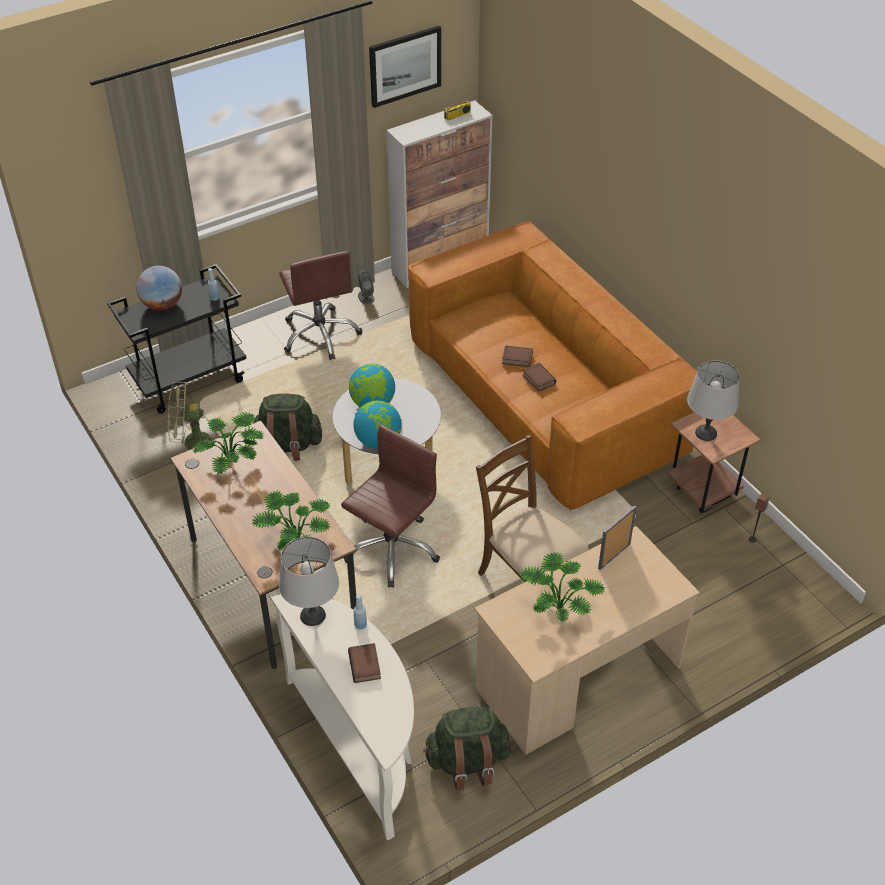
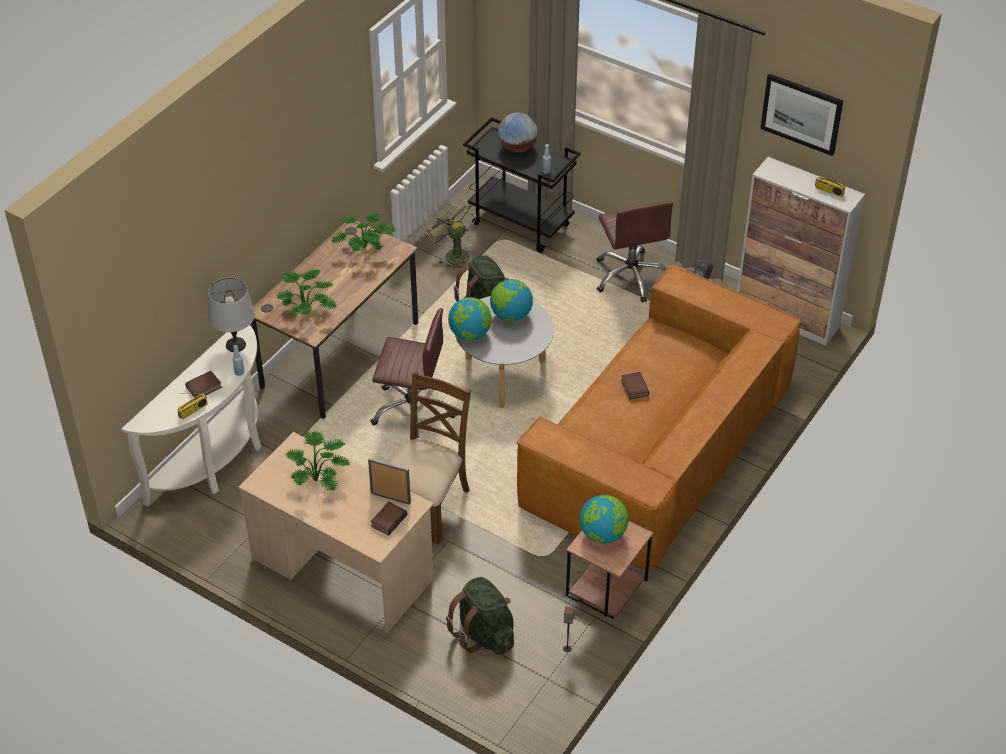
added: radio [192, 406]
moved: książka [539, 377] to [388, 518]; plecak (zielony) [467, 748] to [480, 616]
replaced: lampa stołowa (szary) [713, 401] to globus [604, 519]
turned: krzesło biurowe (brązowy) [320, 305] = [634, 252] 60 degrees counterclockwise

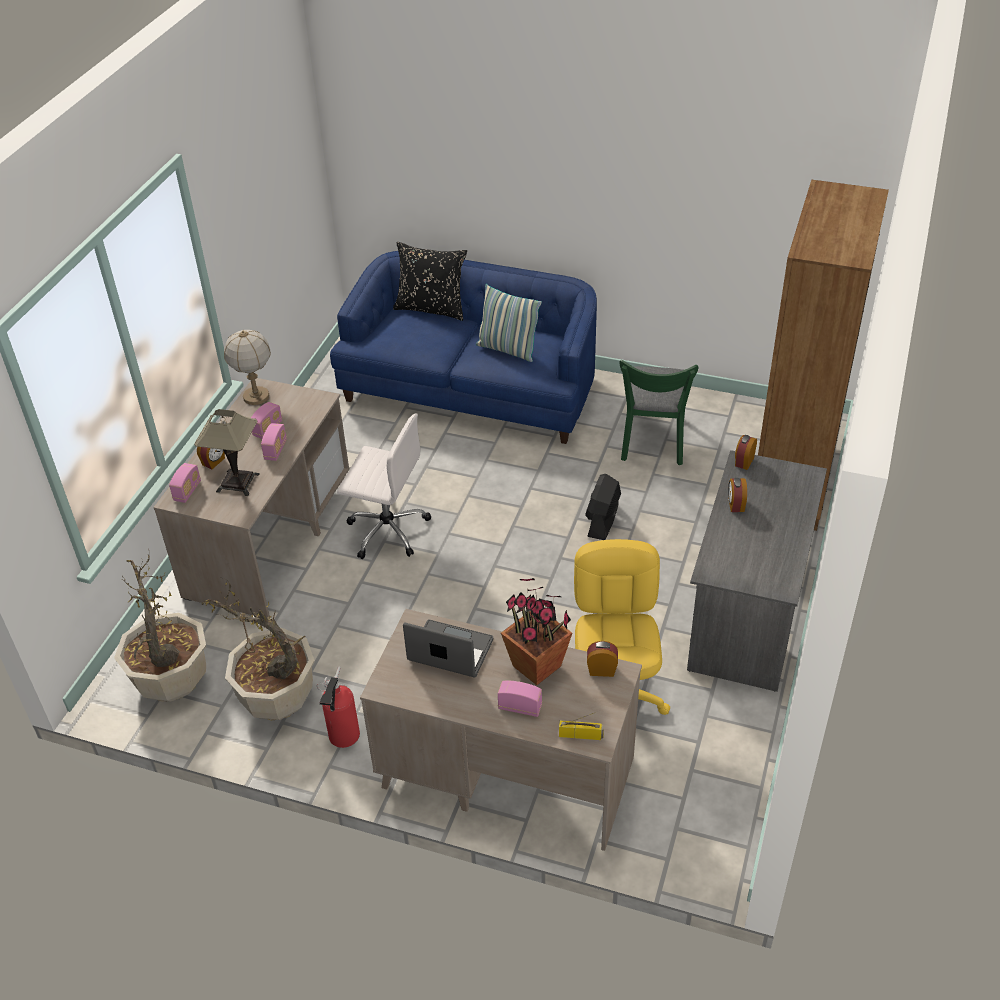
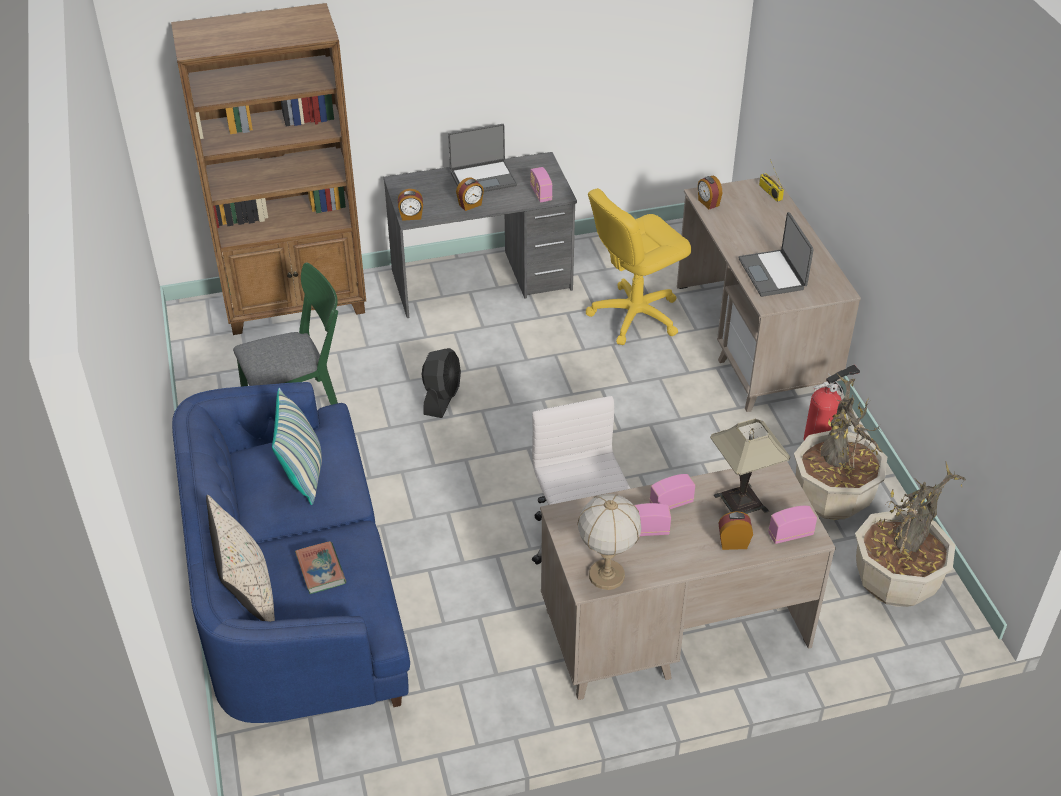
removed: roślina doniczkowa [536, 631]
added: książka [320, 567]; laptop [482, 158]
moved: radio [520, 699] to [541, 184]
recoloured: poduszka (czarny) [430, 281] to poduszka (beżowy) [240, 558]
turned: wentylator (czarny) [603, 507] = [441, 383] 60 degrees counterclockwise

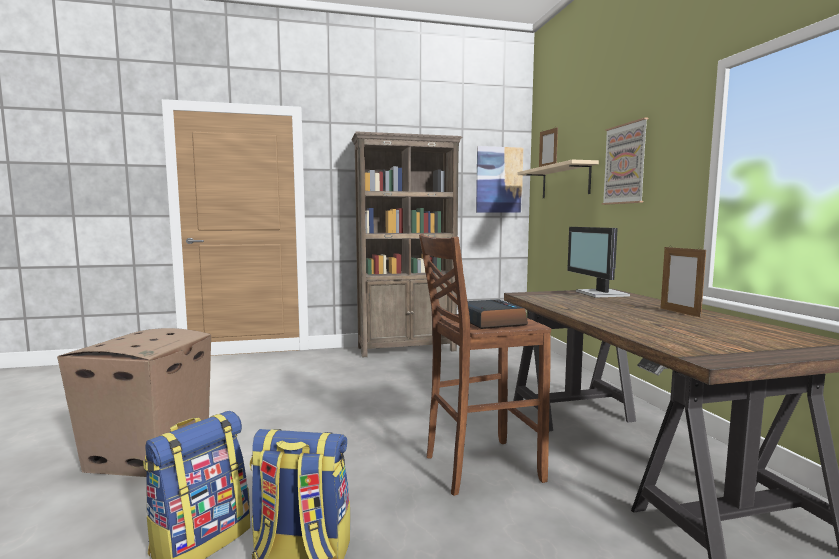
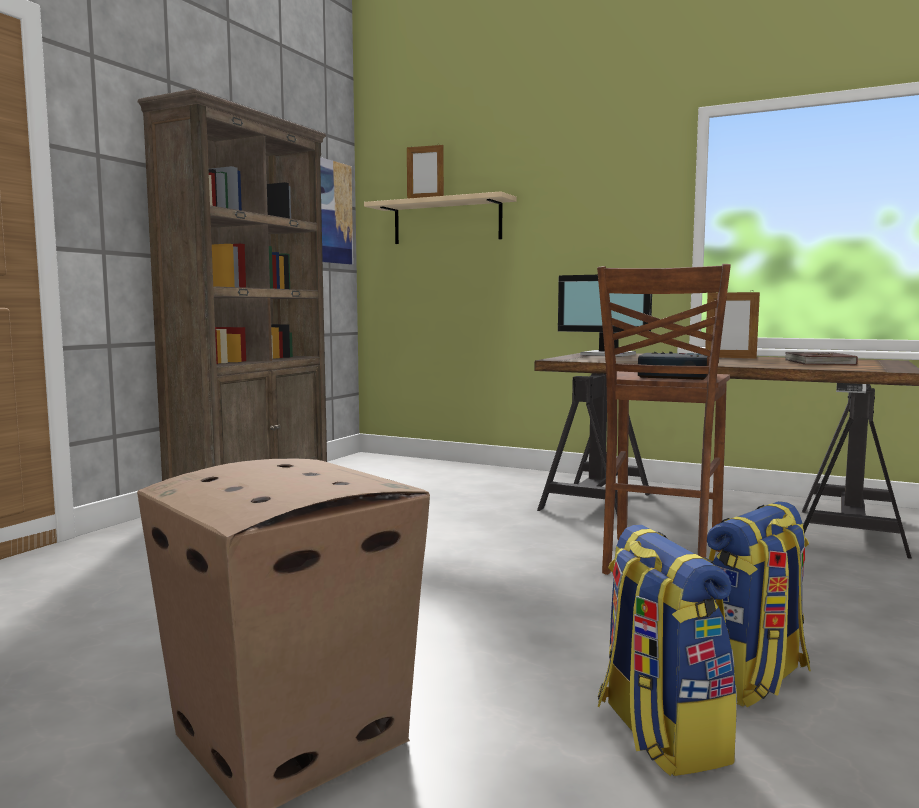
removed: obraz [625, 161]
added: książka (brązowy) [821, 358]

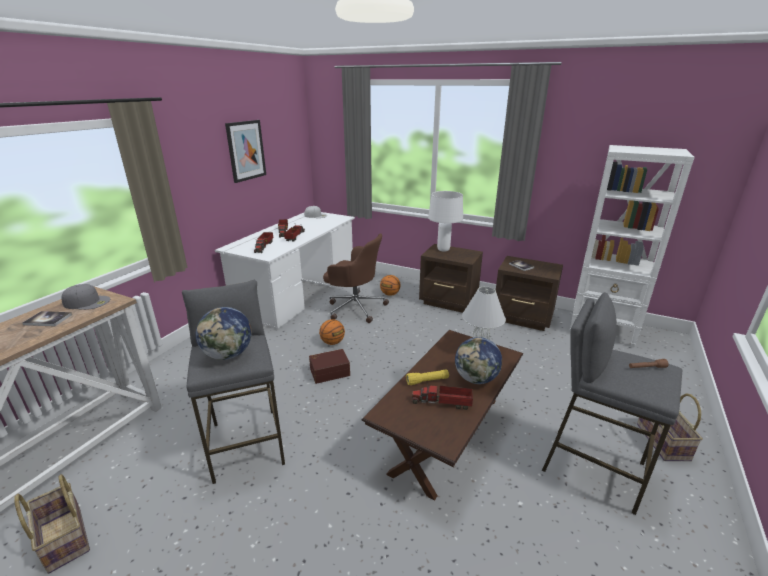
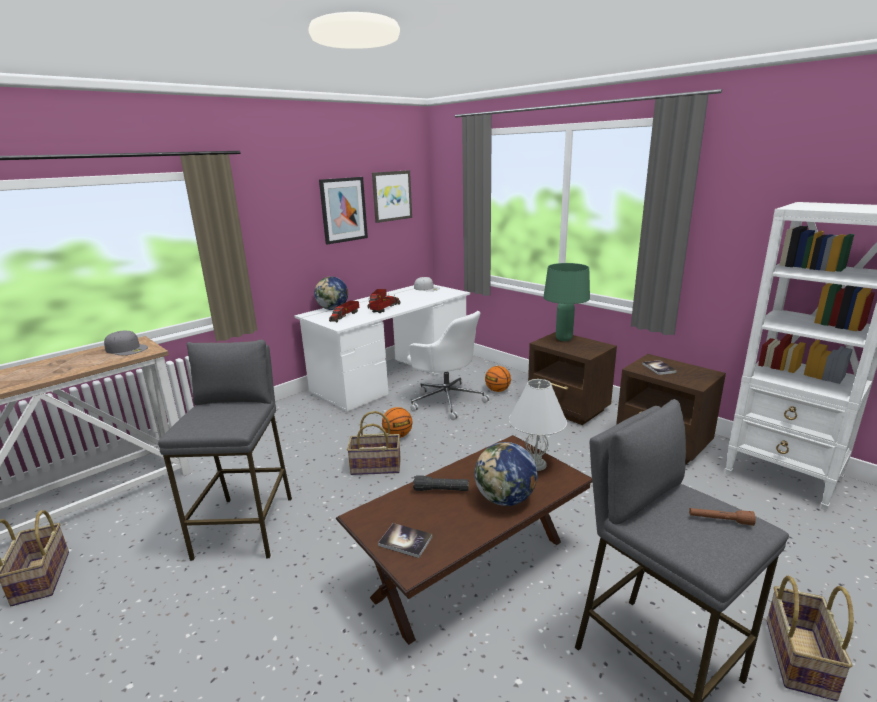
removed: ciężarówka zabawkowa [442, 396]
added: obraz [392, 196]
moved: globus [224, 333] to [331, 293]; książka [47, 319] to [405, 540]
replaced: pojemnik do przechowywania (brązowy) [329, 366] to koszyk [374, 443]
recoloured: krzesło biurowe (brązowy) [356, 278] to krzesło biurowe (biały) [448, 365]; latarka (żółty) [427, 377] to latarka (czarny) [441, 483]; lampa stołowa (biały) [445, 221] to lampa stołowa (zielony) [566, 302]

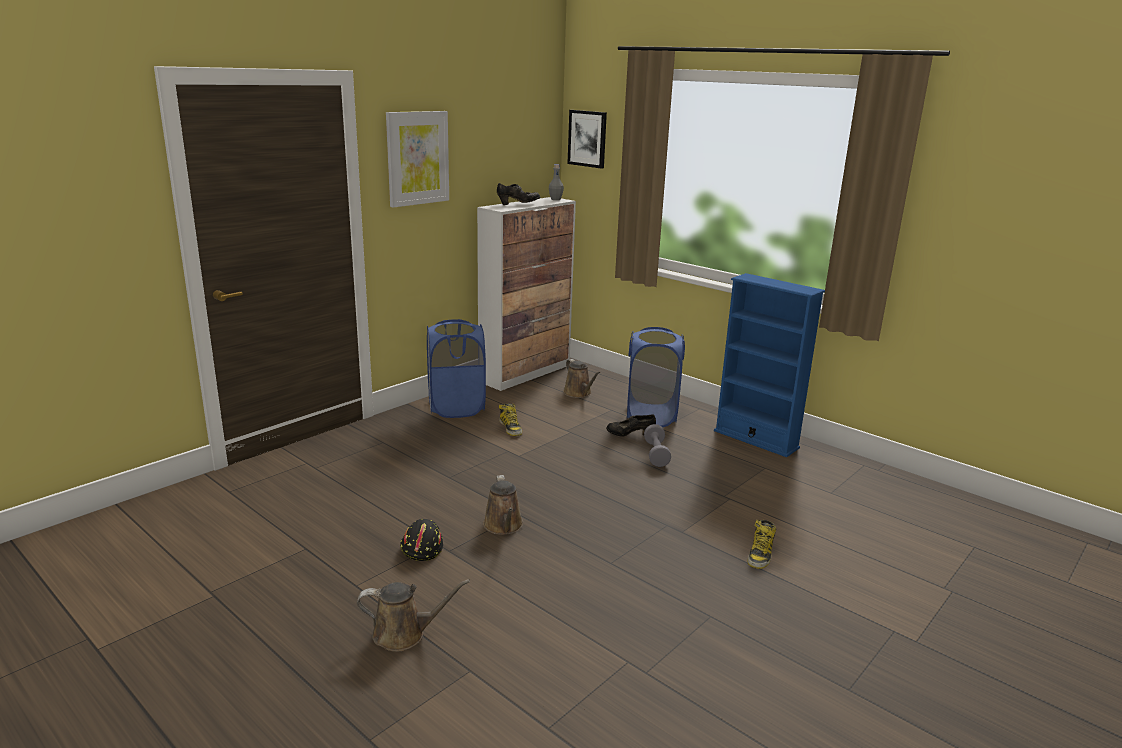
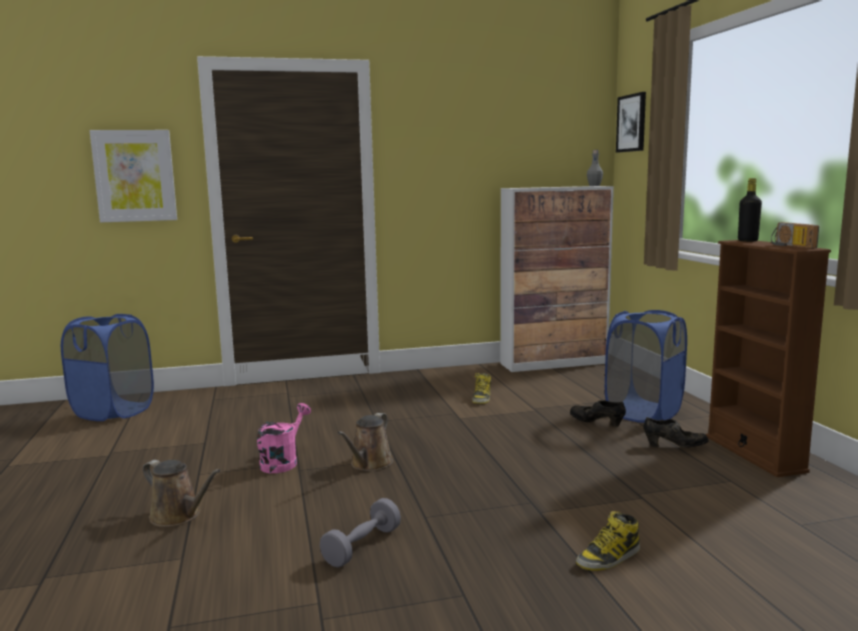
removed: konewka (brązowy) [582, 378]
added: butelka (czarny) [750, 210]; radio [795, 235]
moved: kosz na pranie (niebieski) [456, 368] to [107, 367]; obraz [417, 159] to [133, 176]; hantel (szary) [657, 445] to [360, 532]; but (czarny) [518, 194] to [676, 432]
replaced: kask (czarny) [421, 540] to konewka (różowy) [284, 438]
recoloured: regał (niebieski) [769, 365] to regał (brązowy) [768, 358]

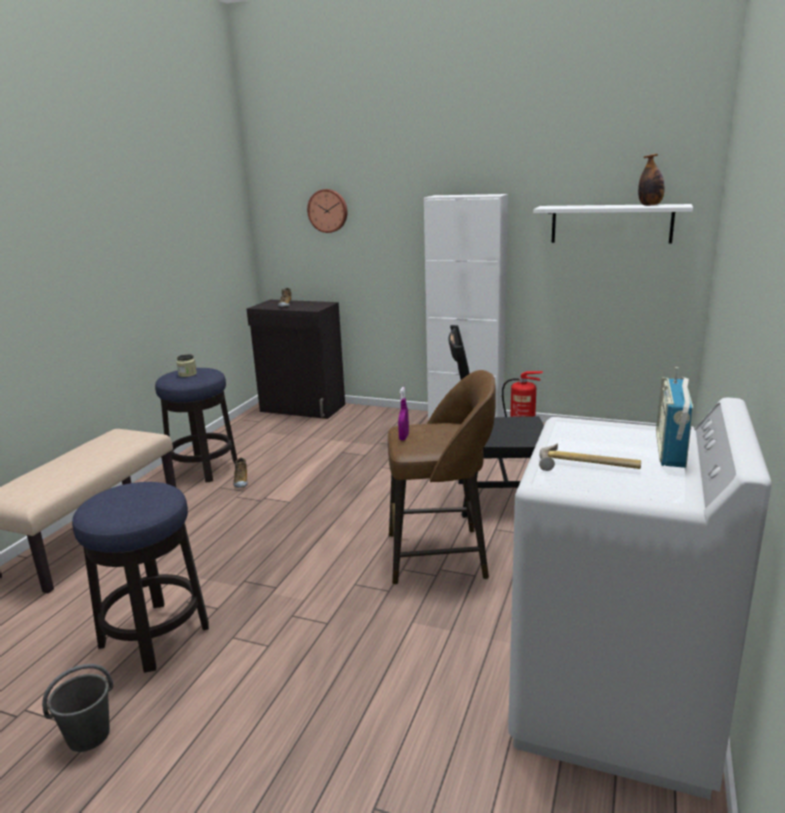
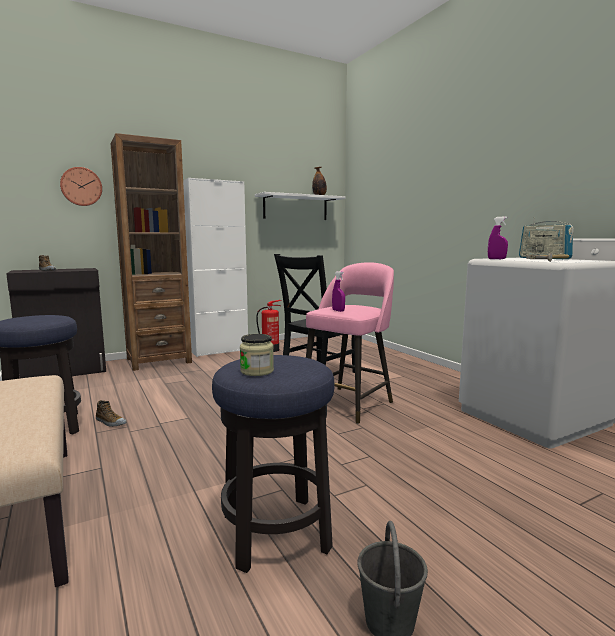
added: regał (brązowy) [151, 252]; spryskiwacz (fioletowy) [498, 237]
moved: słoik [187, 365] to [257, 355]
recoloured: stołek (brązowy) [442, 477] to stołek (różowy) [350, 343]

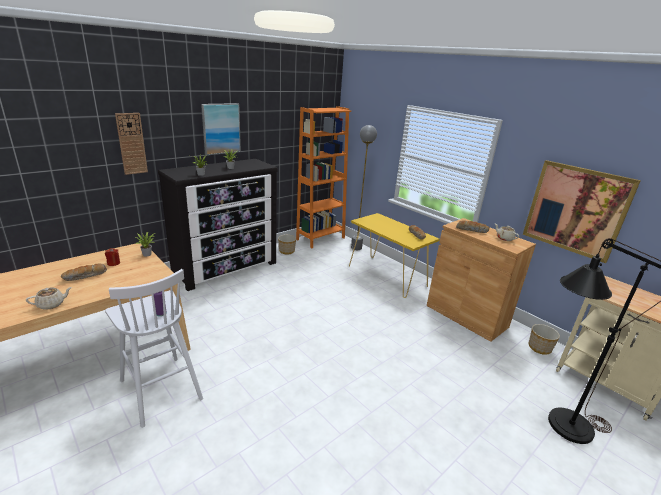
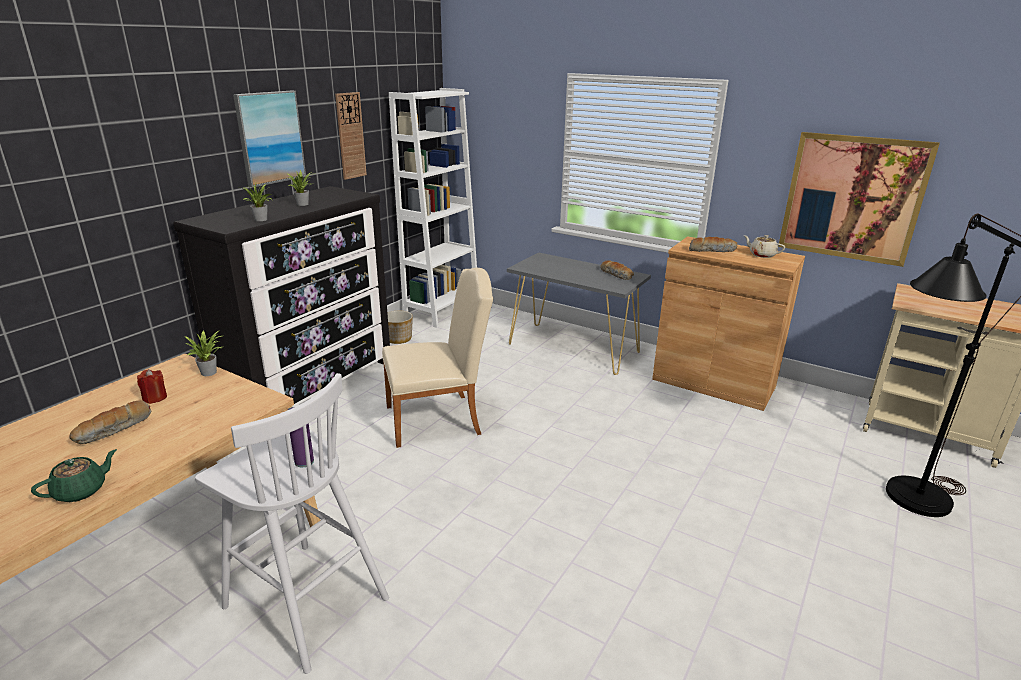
removed: lampa stojąca (szary) [364, 187]; donica [544, 339]
added: krzesło (beżowy) [437, 358]
moved: zegar ścienny [131, 144] to [351, 136]
recoloured: imbryk (beżowy) [49, 298] to imbryk (zielony) [74, 475]; regał (pomarańczowy) [323, 177] to regał (biały) [433, 208]; stolik konsolowy (żółty) [394, 255] to stolik konsolowy (szary) [579, 314]

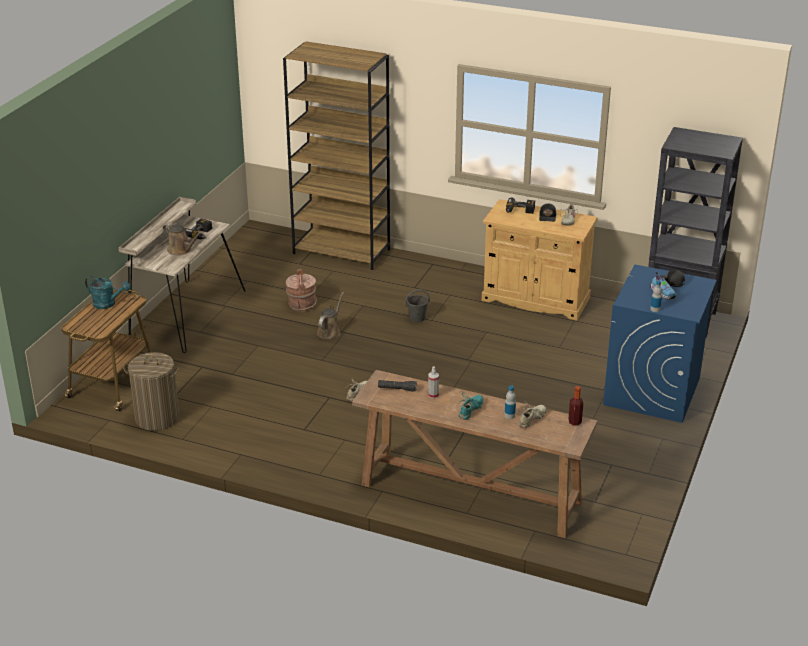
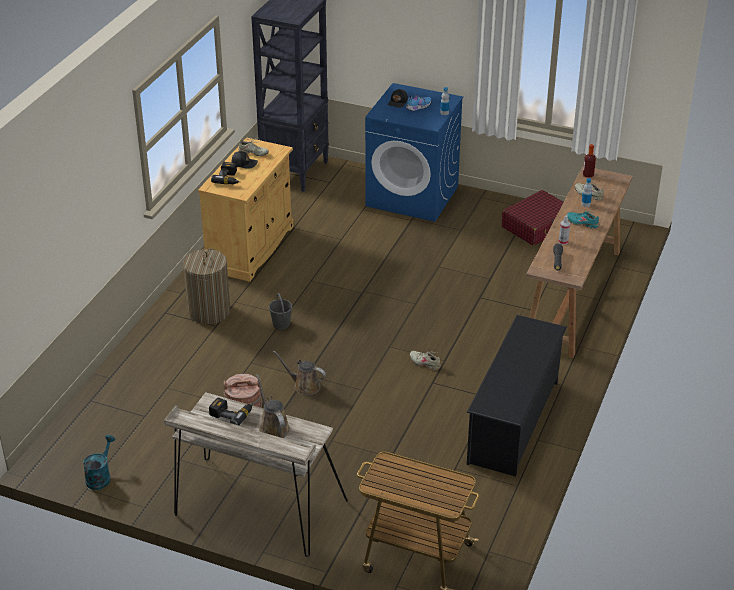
removed: regał (brązowy) [336, 156]
added: regał na buty (czarny) [517, 396]; walizka (czerwony) [533, 218]
moved: konewka (turkusowy) [108, 292] to [99, 462]; kosz na pranie [151, 391] to [206, 286]
turned: konewka (brązowy) [182, 239] = [273, 406] 60 degrees counterclockwise

